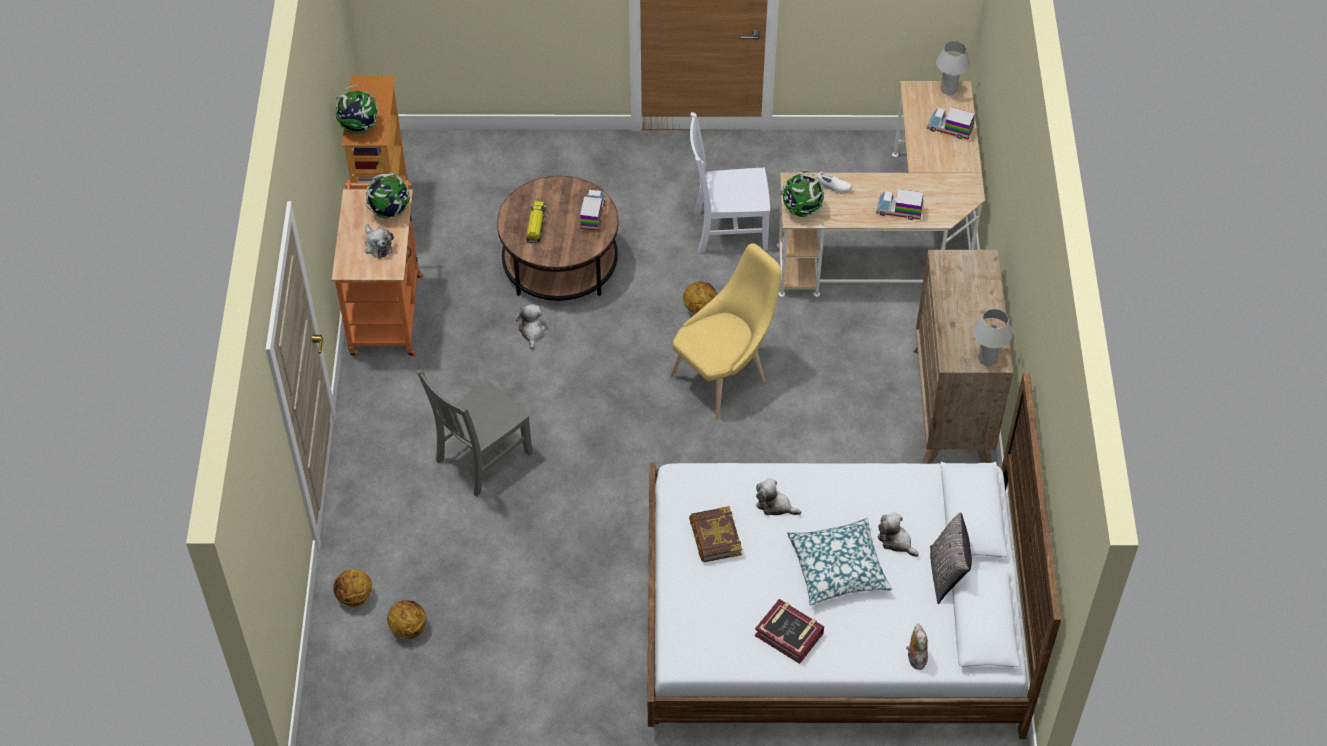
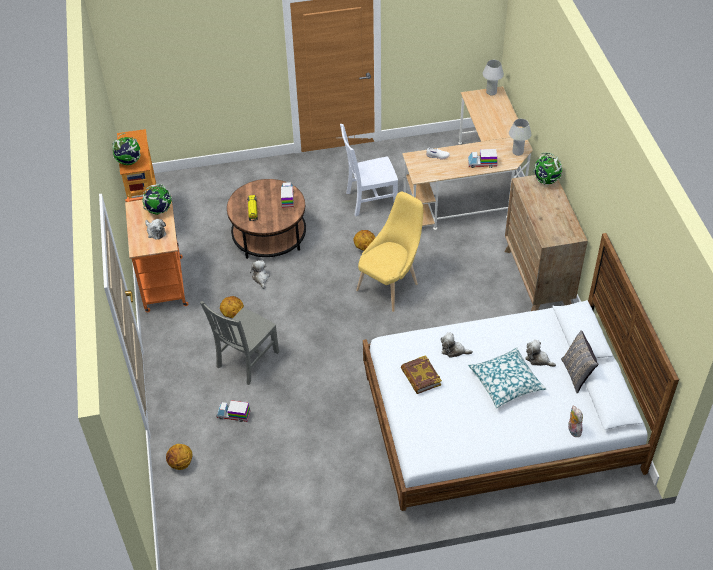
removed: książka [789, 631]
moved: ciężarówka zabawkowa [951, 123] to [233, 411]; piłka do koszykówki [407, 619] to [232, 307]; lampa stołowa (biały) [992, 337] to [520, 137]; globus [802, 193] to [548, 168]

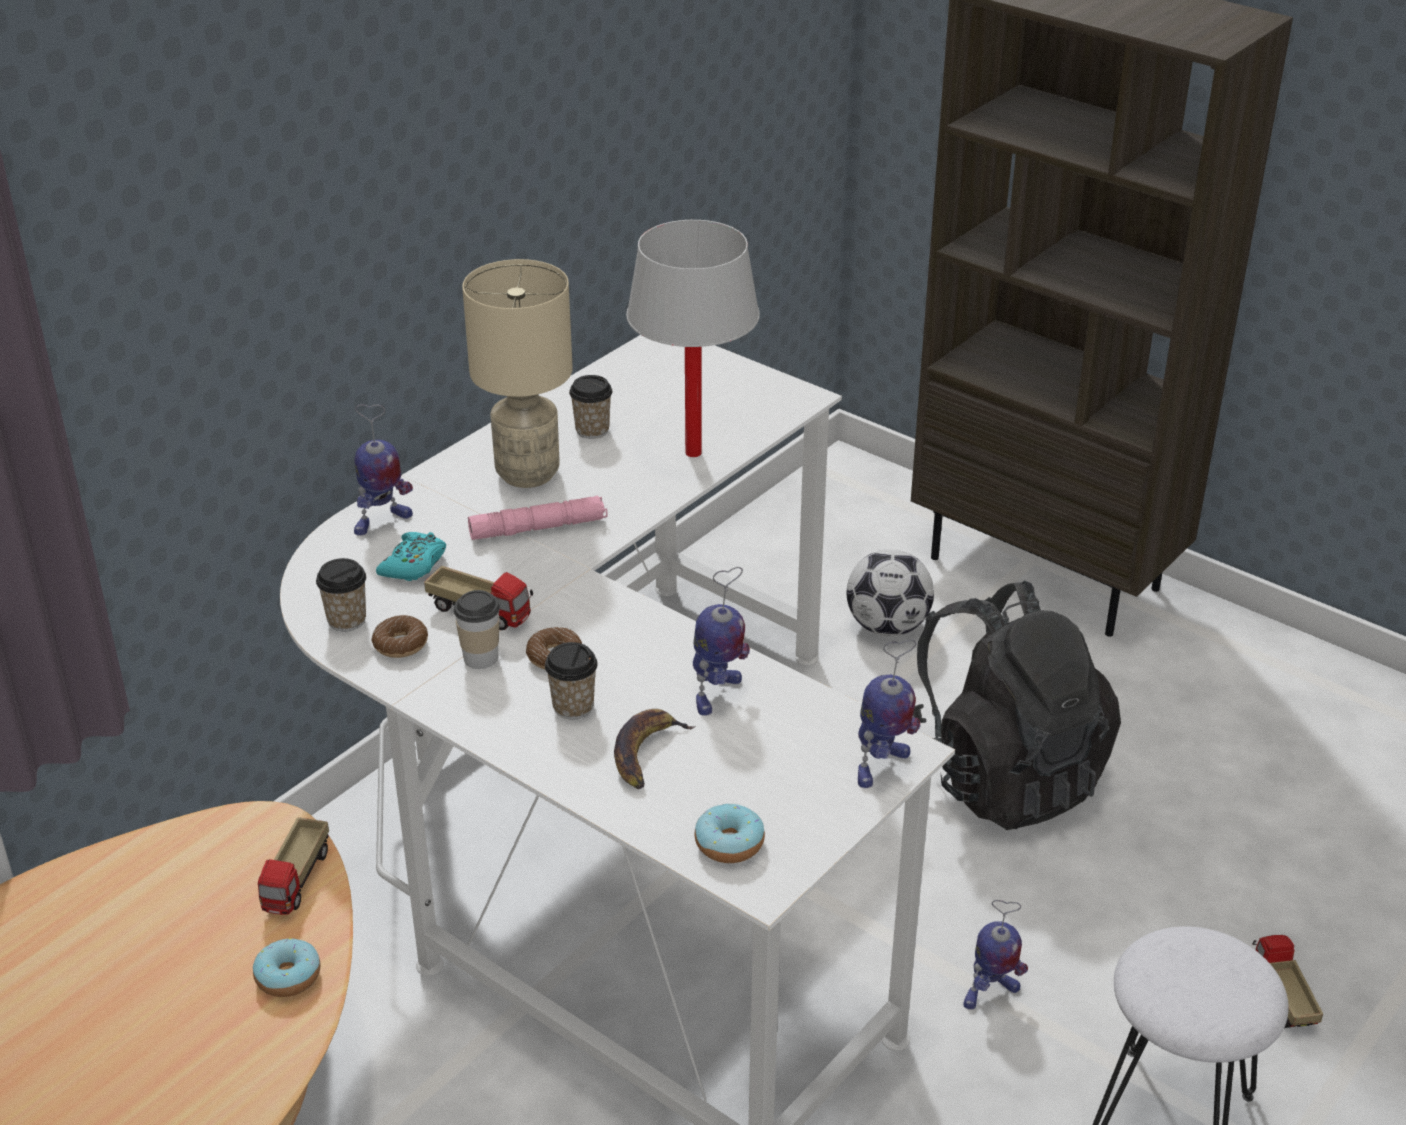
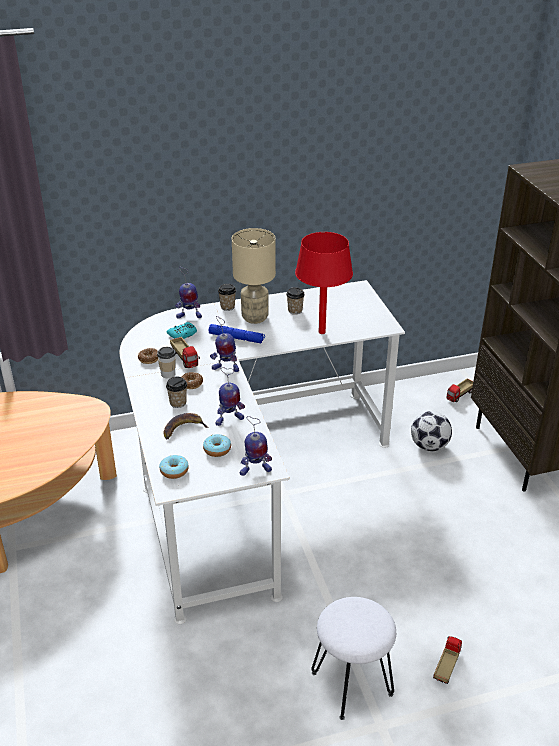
removed: plecak (czarny) [1017, 705]
moved: donut [286, 967] to [217, 445]; robot zabawkowy [995, 955] to [224, 344]; filiżanka [341, 595] to [227, 297]; ciężarówka zabawkowa [293, 866] to [459, 390]
recoloured: latarka (różowy) [538, 517] to latarka (niebieski) [237, 333]; lampa stołowa (biały) [693, 338] to lampa stołowa (czerwony) [324, 283]

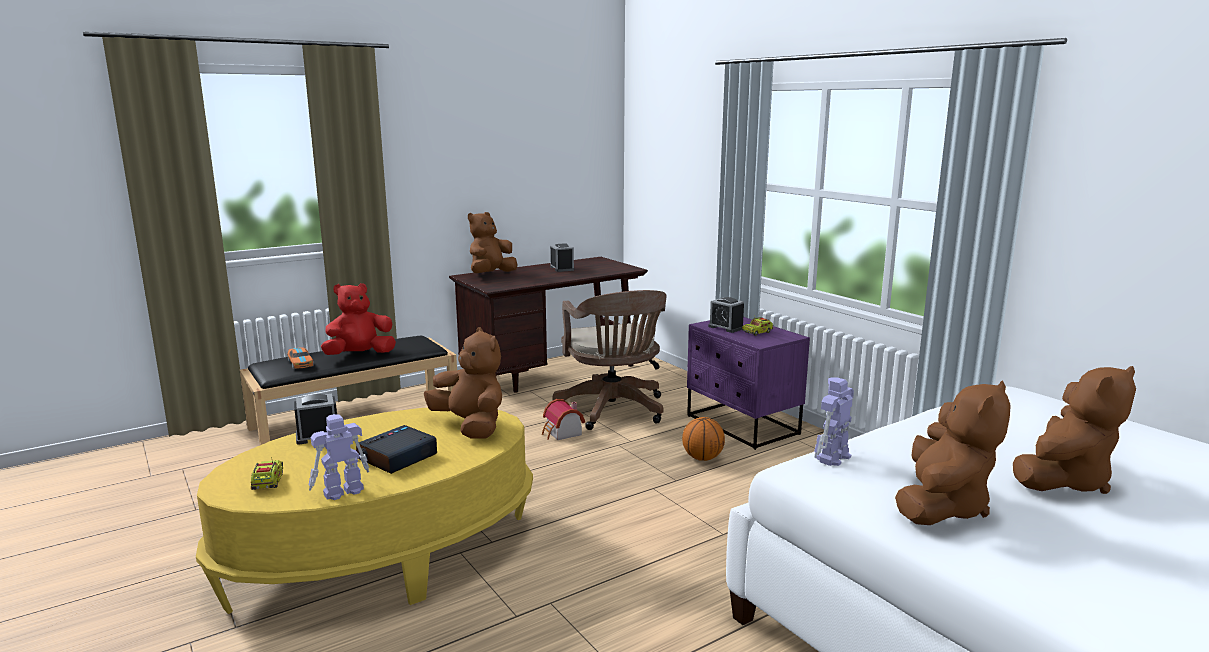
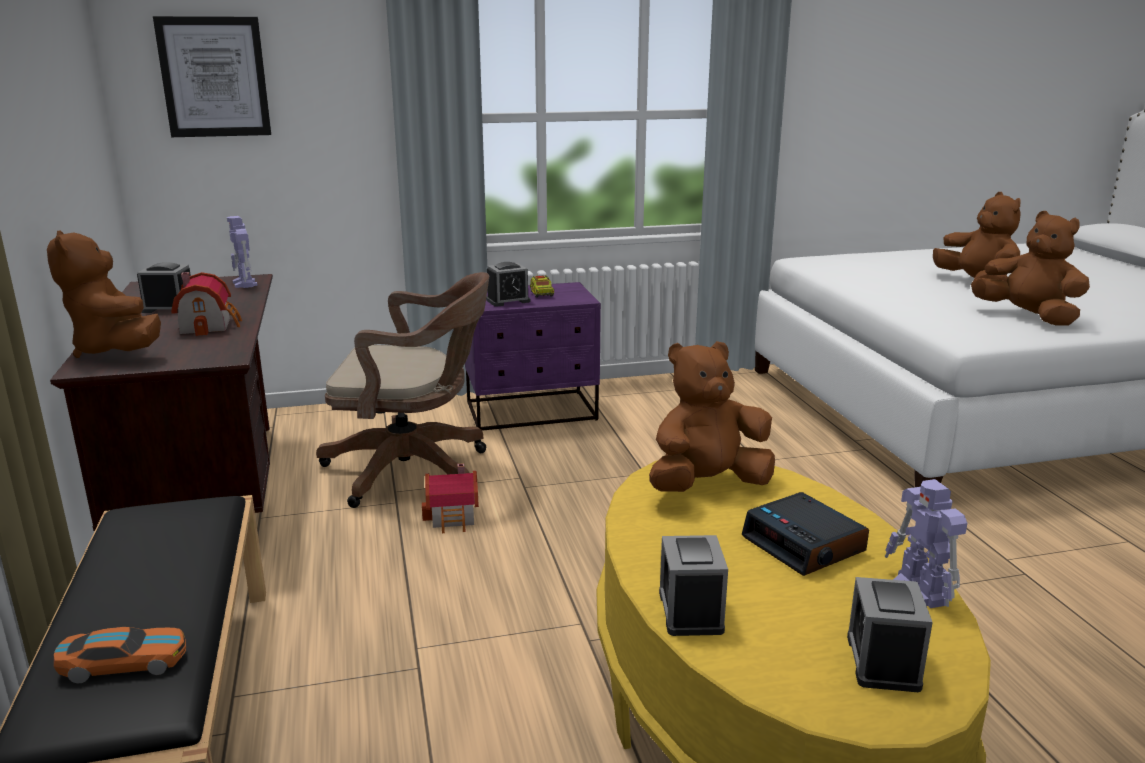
removed: pluszak (czerwony) [358, 319]; piłka do koszykówki [703, 439]
added: obraz [212, 76]; domek [206, 304]
moved: robot zabawkowy [834, 421] to [242, 252]
replaced: ciężarówka zabawkowa [267, 475] to budzik [890, 634]

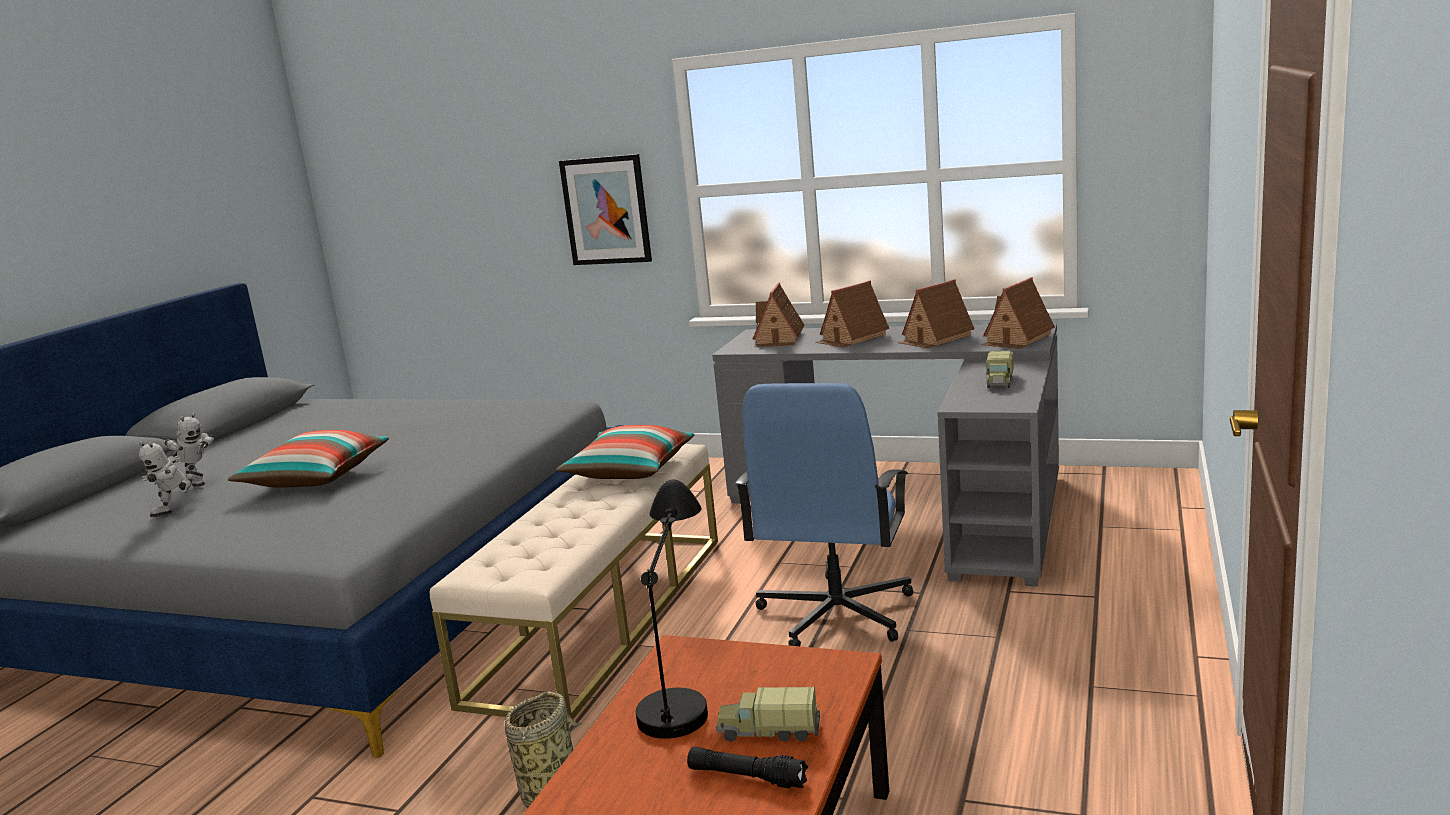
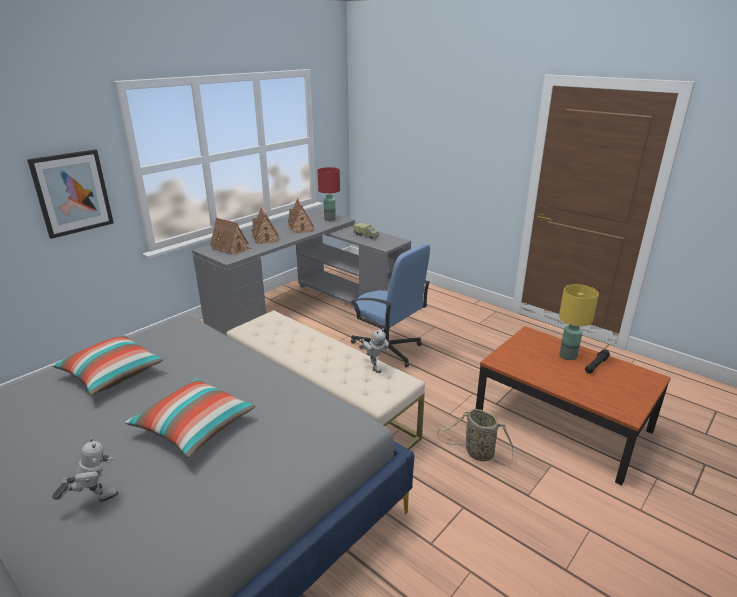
removed: lampa stołowa (czarny) [672, 609]
moved: poduszka [625, 452] to [108, 365]; robot zabawkowy [171, 479] to [374, 350]
replaced: domek [1018, 313] to lampa stołowa (czerwony) [328, 194]; ciężarówka zabawkowa [768, 714] to lampa stołowa (żółty) [579, 322]

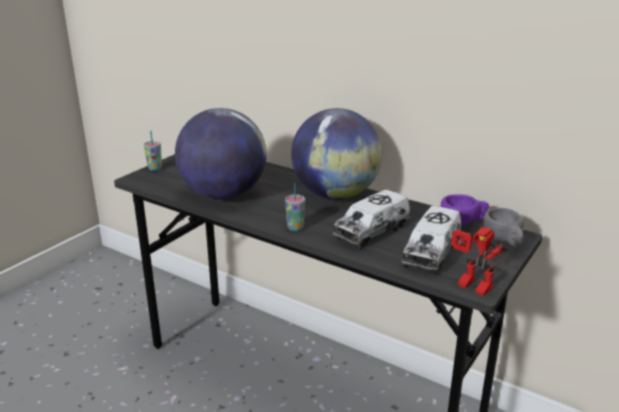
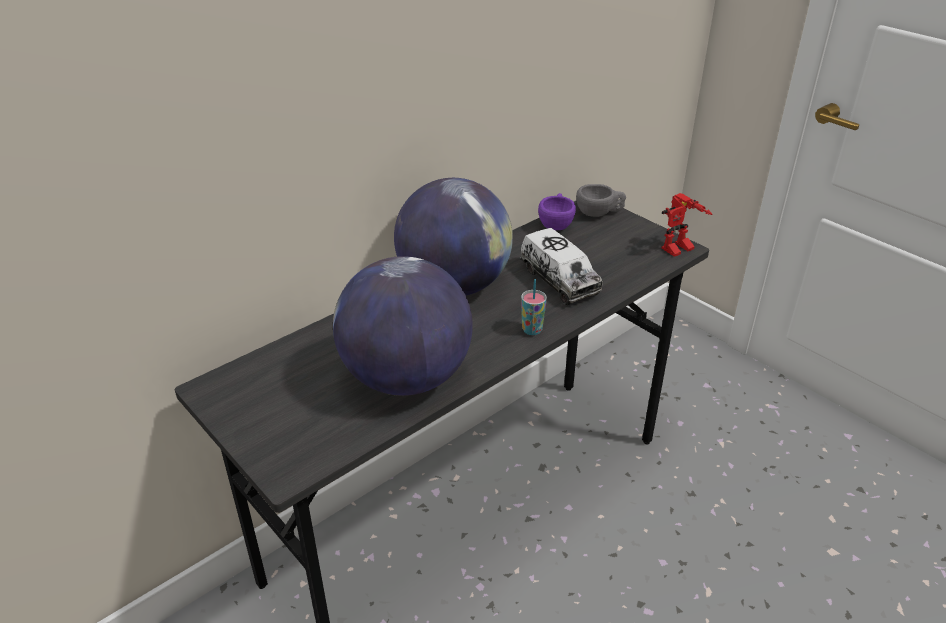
removed: filiżanka [153, 151]; ciężarówka zabawkowa [431, 240]

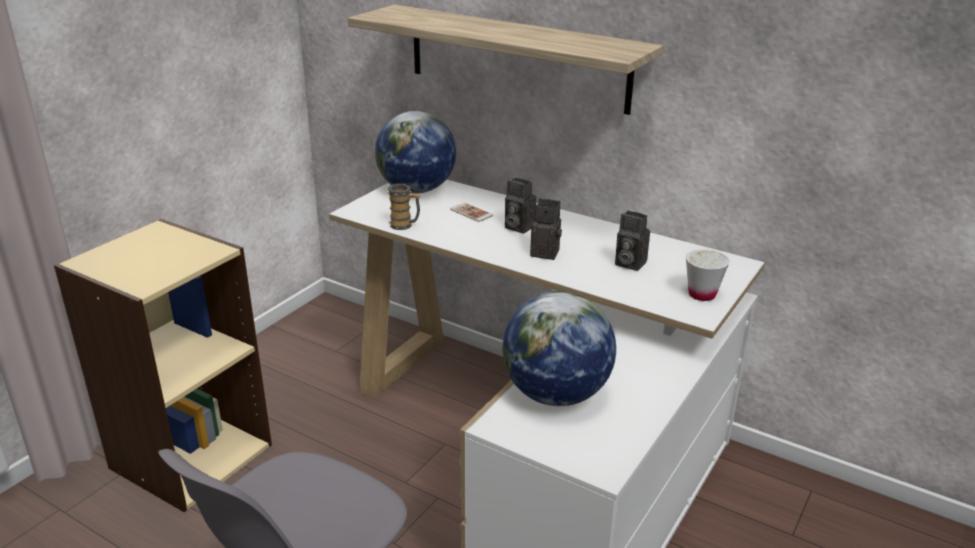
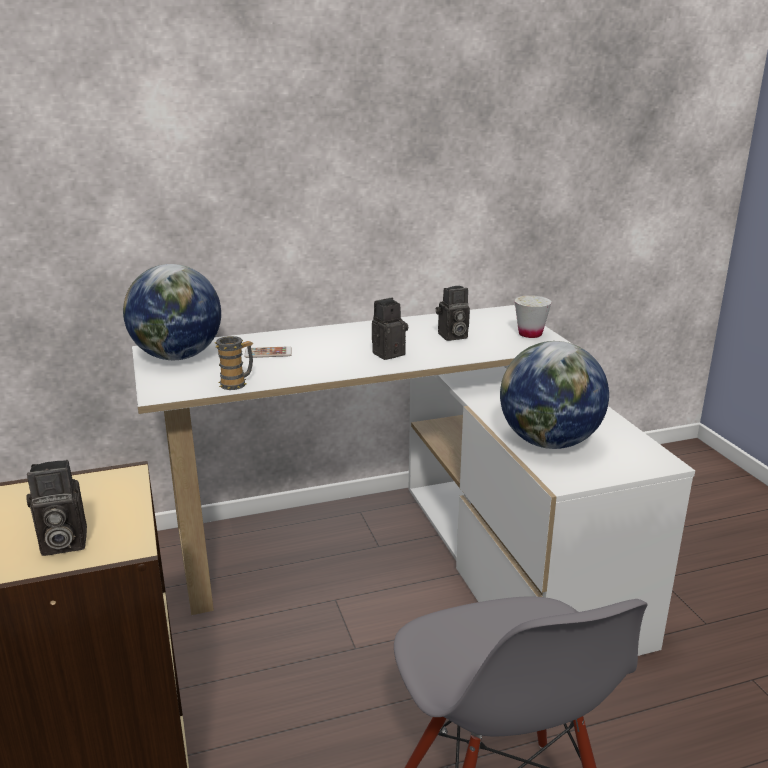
removed: półka [506, 60]
moved: aparat fotograficzny [520, 206] to [56, 508]

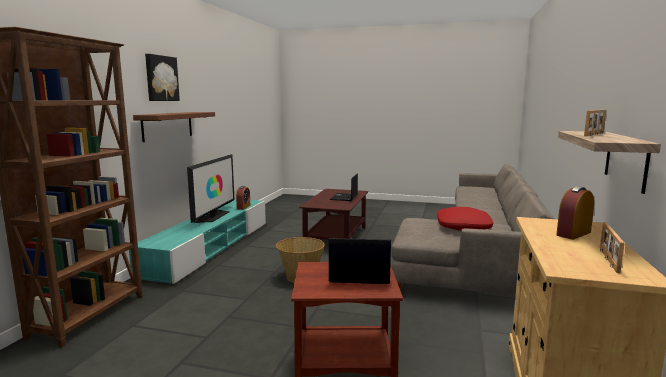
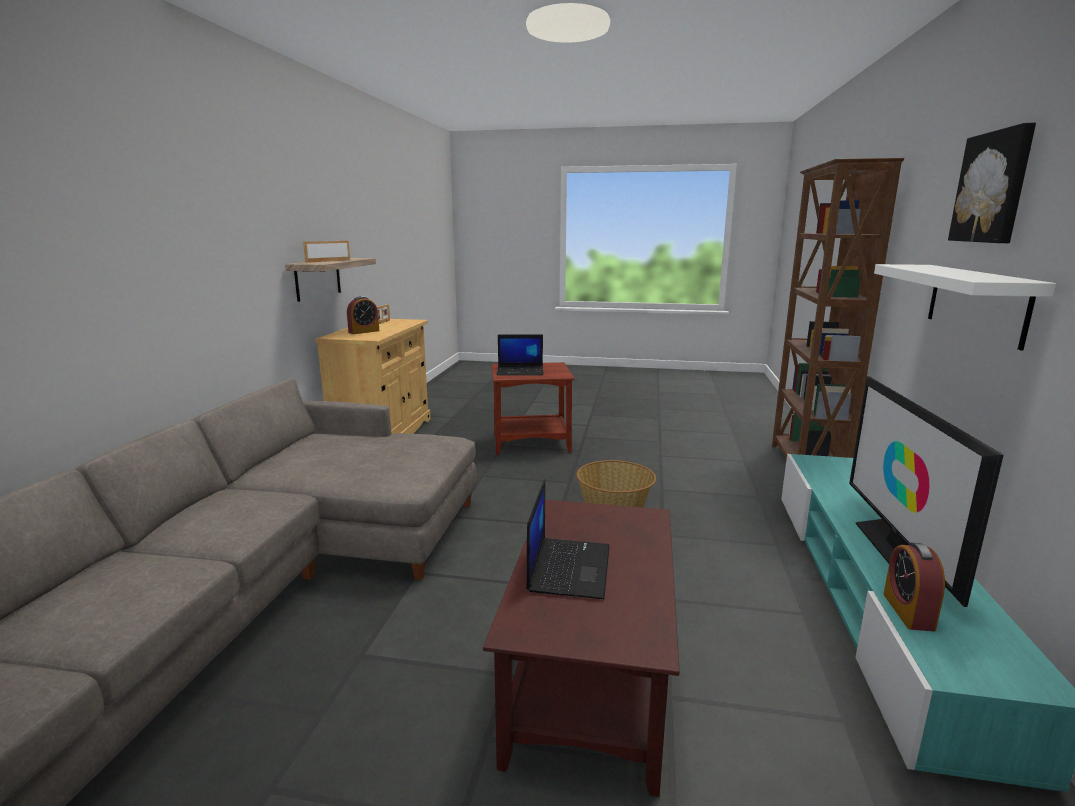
removed: poduszka (czerwony) [465, 219]
recoloured: półka (brązowy) [174, 127] to półka (biały) [965, 307]

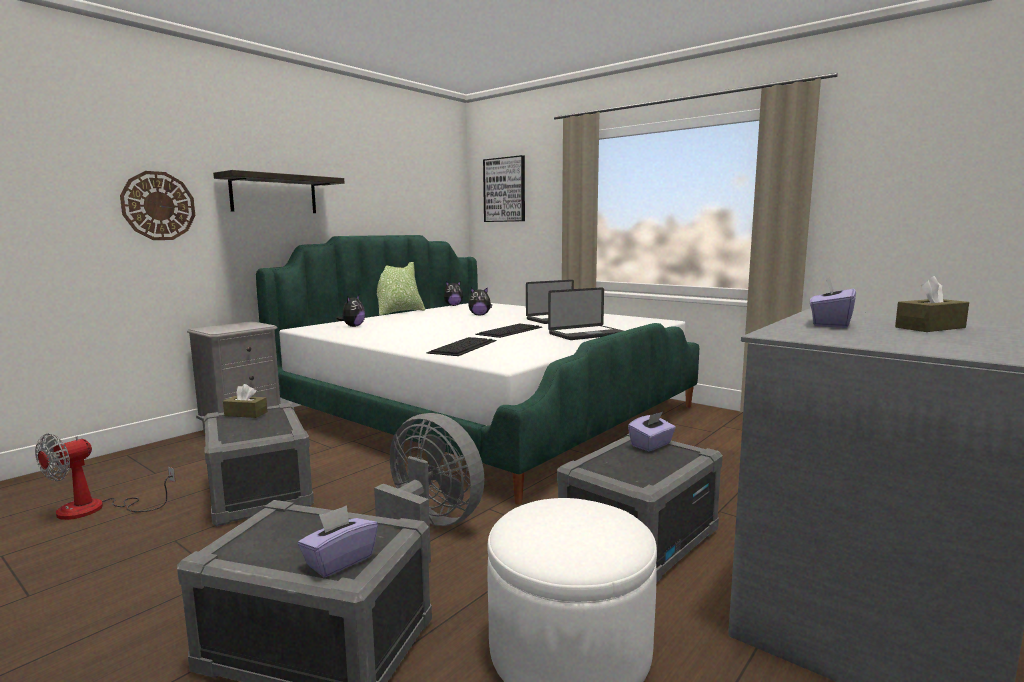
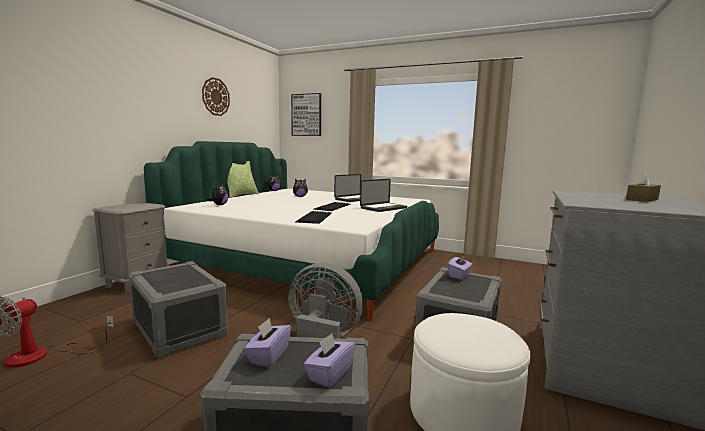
removed: półka [278, 191]; pudełko chusteczek (brązowy) [245, 401]
moved: zegar ścienny [157, 205] to [216, 96]; pudełko chusteczek (fioletowy) [833, 302] to [267, 342]

